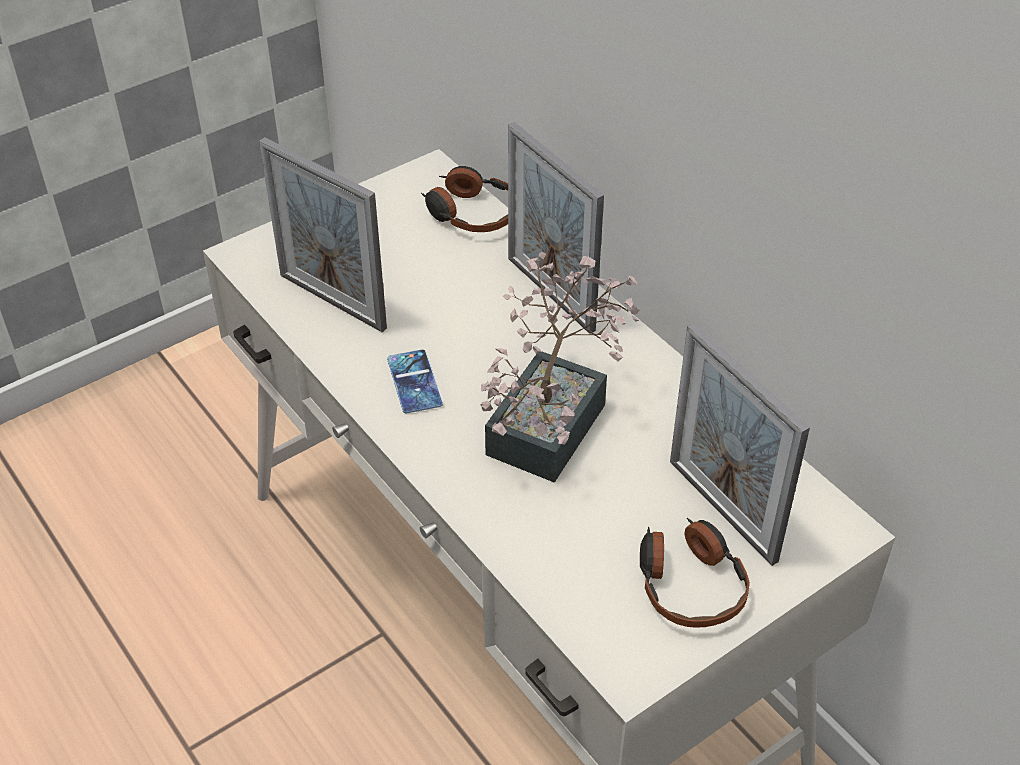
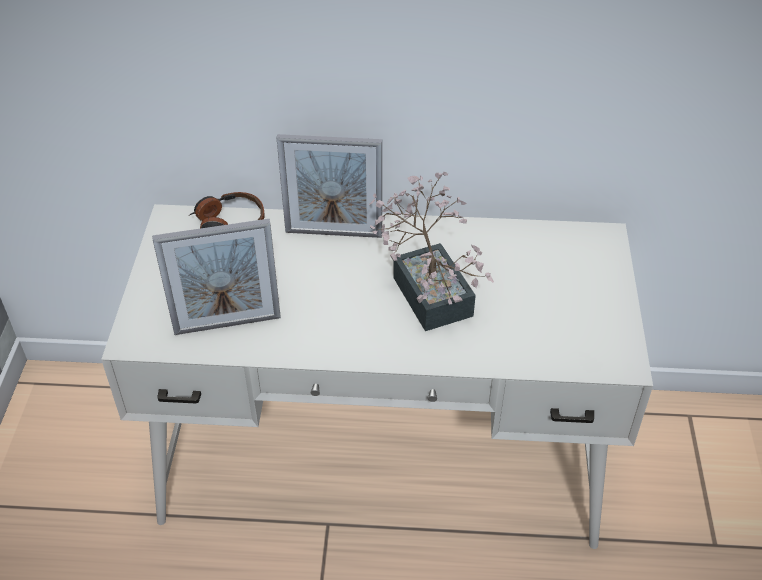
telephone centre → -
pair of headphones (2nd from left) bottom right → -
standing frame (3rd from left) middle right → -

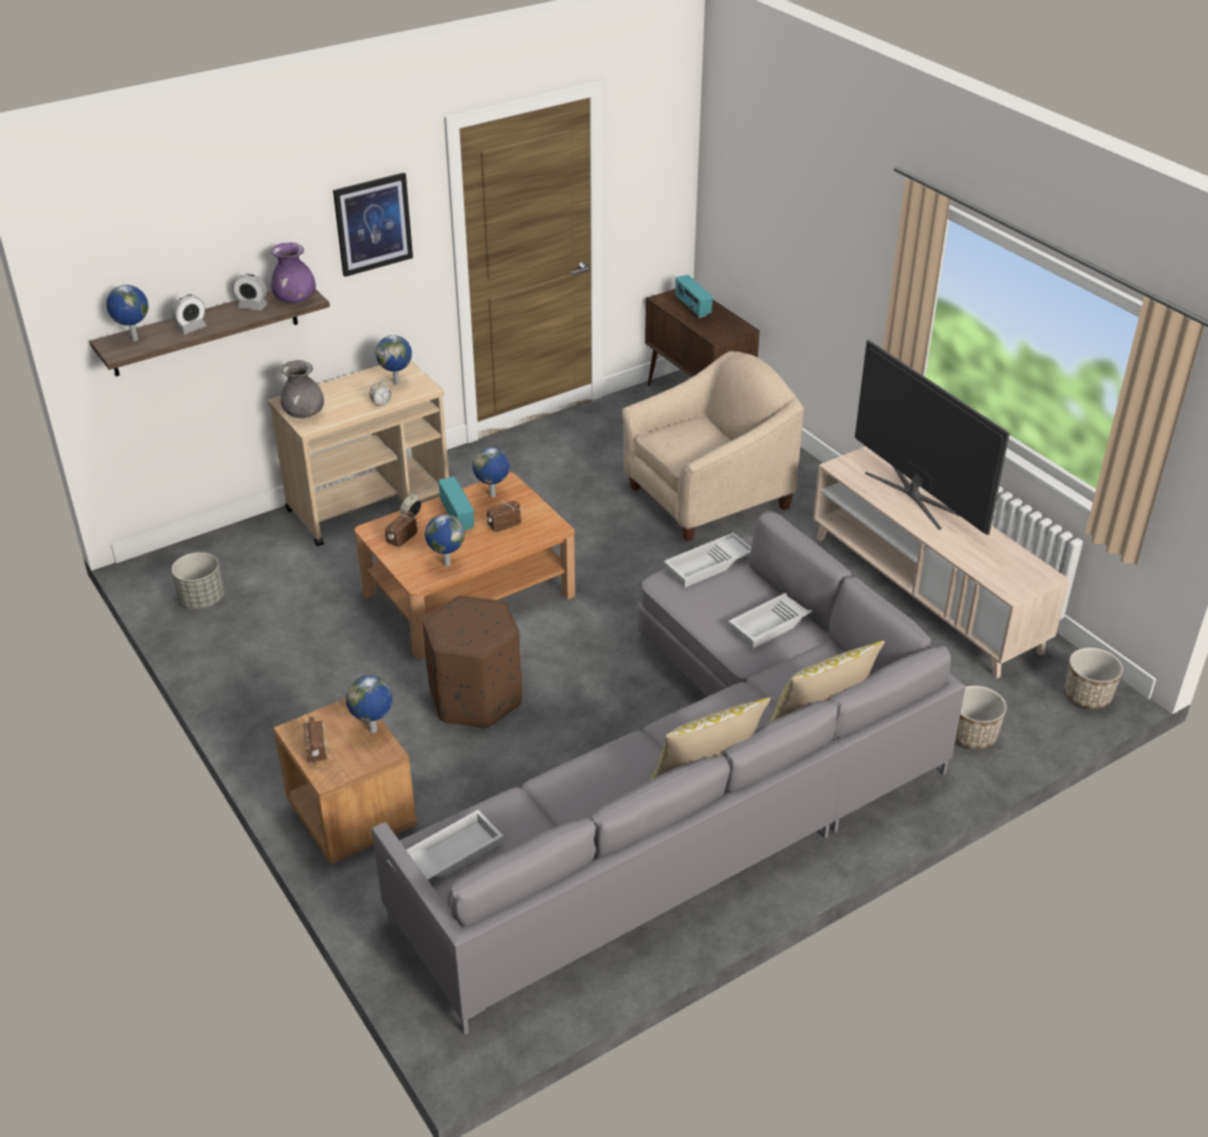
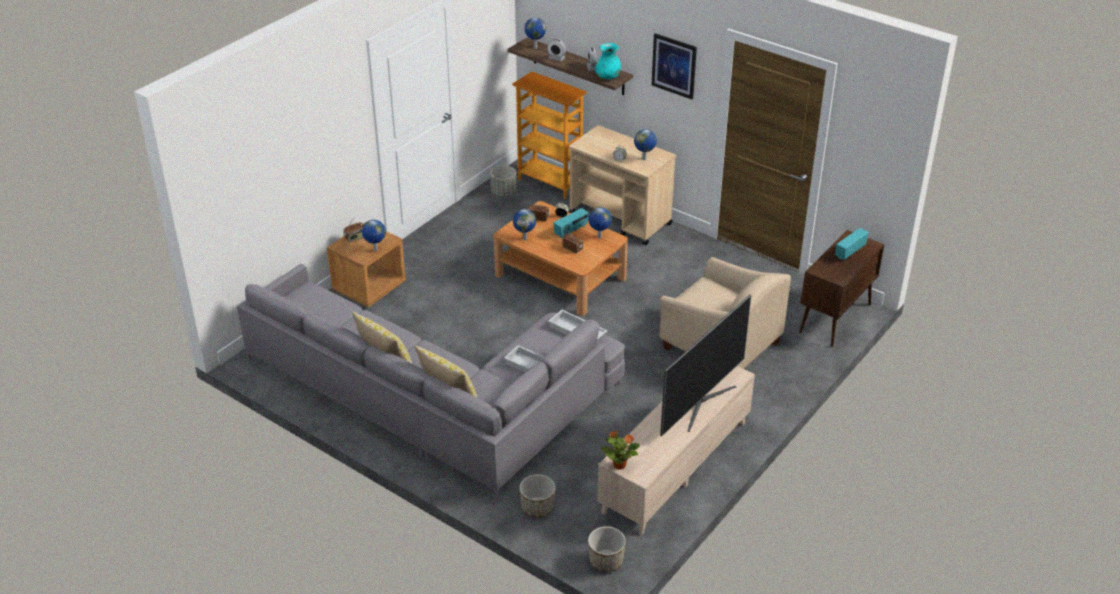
- → bookcase top centre
vase (purple-coloured) top left → vase (blue-green) top centre
- → potted plant bottom centre
vase (gray) middle left → -
serving tray (whitish) (1st from left) bottom centre → -
ottoman (brown) centre → -

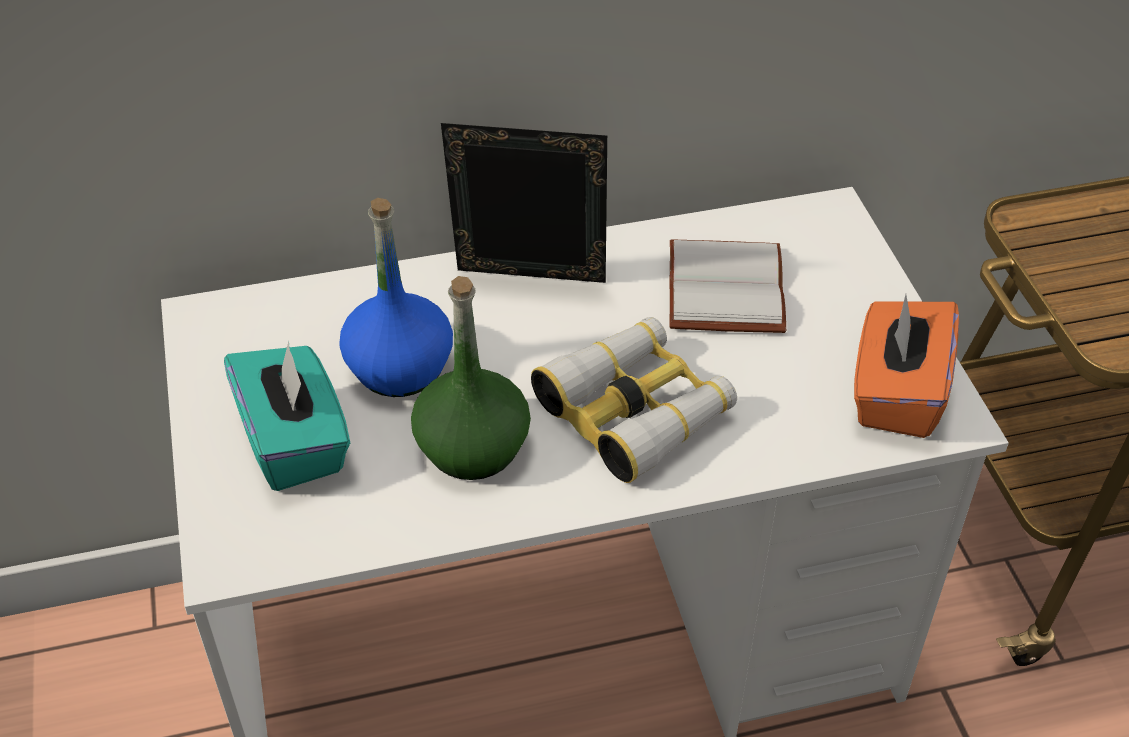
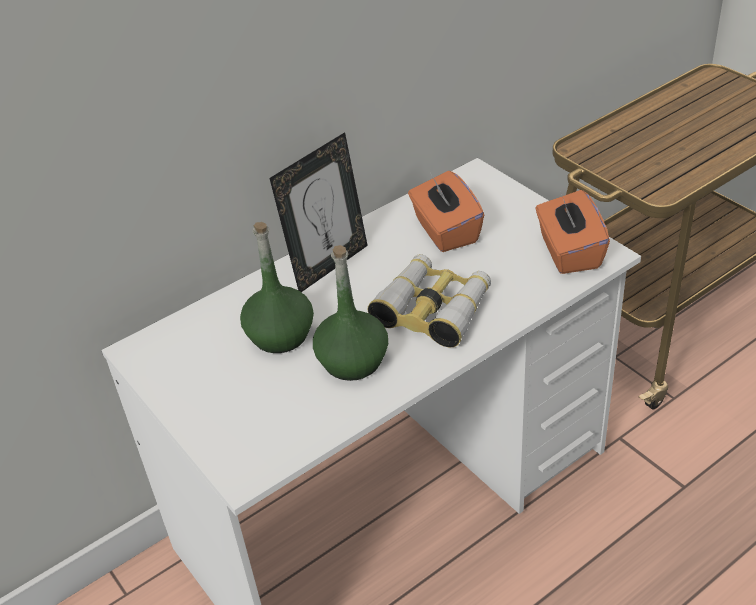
bottle (bluish) centre → bottle (green-coloured) (1st from left) centre
standing frame top centre → standing frame centre, 150 degrees clockwise
book (whitish) centre → tissue box (orange) (1st from left) centre
tissue box (blue-green) middle left → -

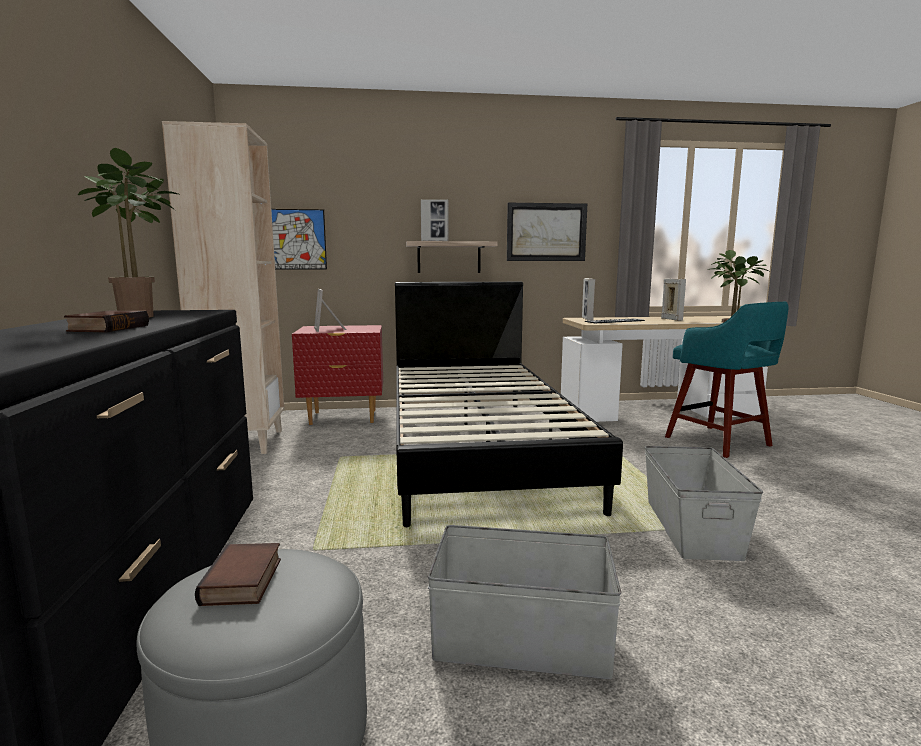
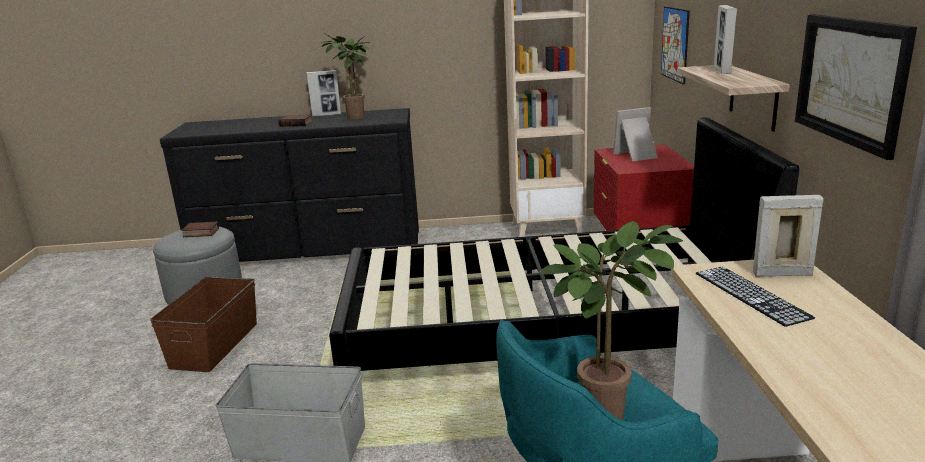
storage bin (gray) (1st from left) bottom centre → storage bin (brown) bottom left
standing frame (4th from left in the first image) middle right → standing frame (1st from left) top centre, moved

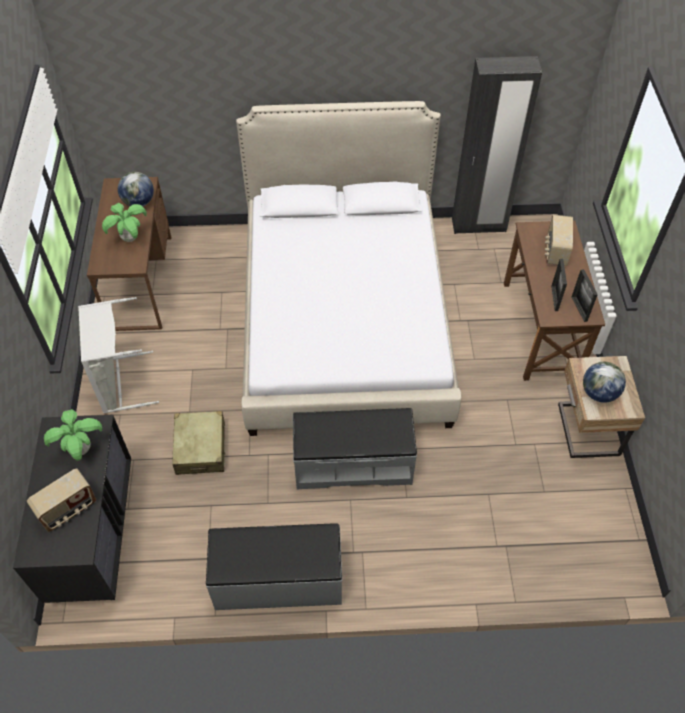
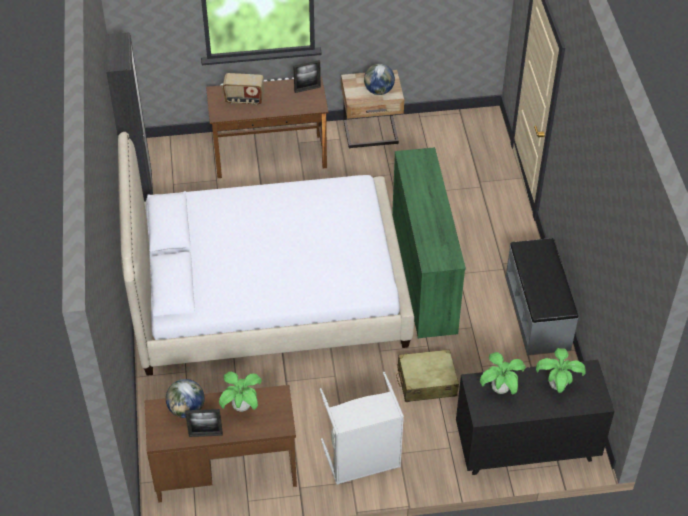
standing frame (1st from left) middle right → standing frame (1st from left) bottom left, moved
indoor bench (gray) (2nd from left) centre → chest of drawers (green-coloured) centre
radio set (1st from left) bottom left → potted plant (3rd from left) bottom right

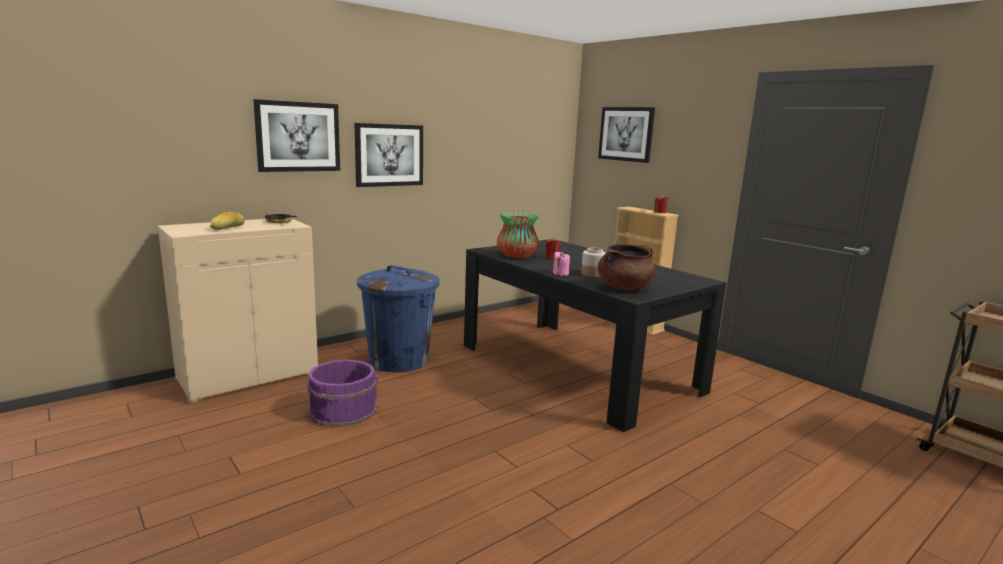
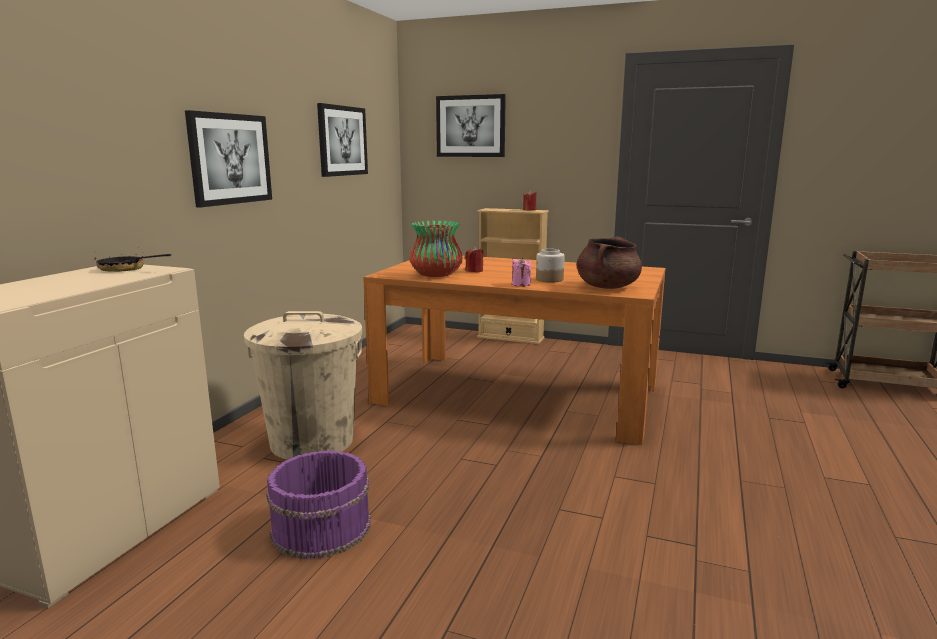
waste bin (bluish) centre → waste bin (sand-coloured) middle left
wall picture (1st from left in the first image) top left → wall picture (2nd from left) top centre, moved
dinner table (black) centre → dinner table (orange) centre
baked bread middle left → -

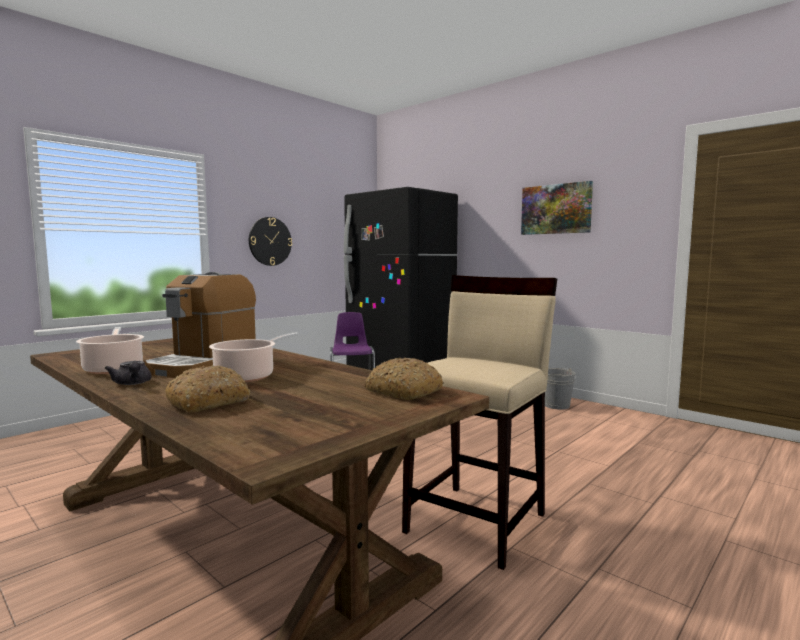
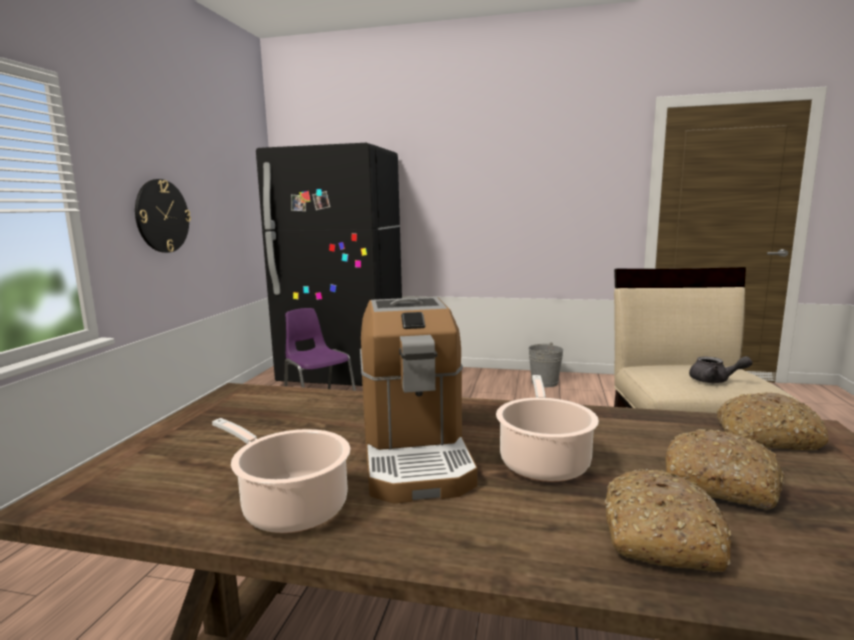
- → baked bread (2nd from left) bottom right
pot for tea (gray) middle left → pot for tea (gray) middle right, moved
wall picture top right → -

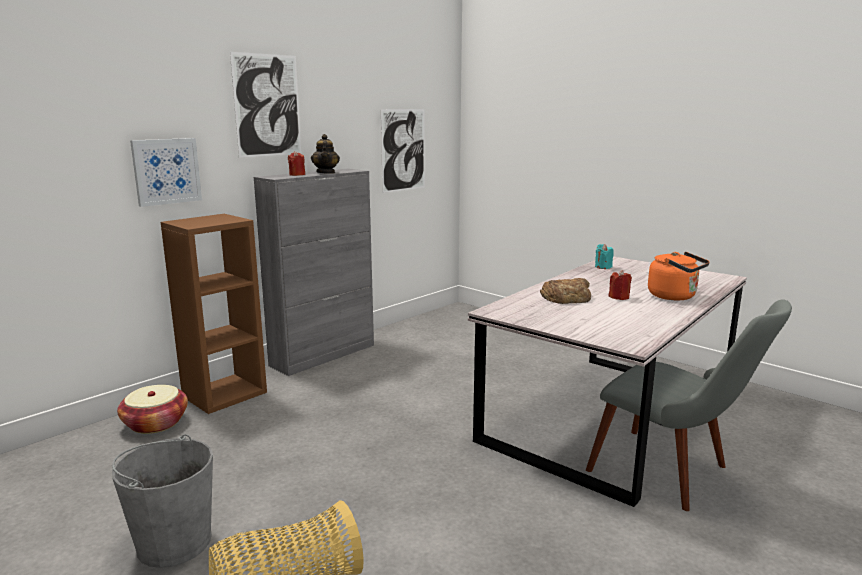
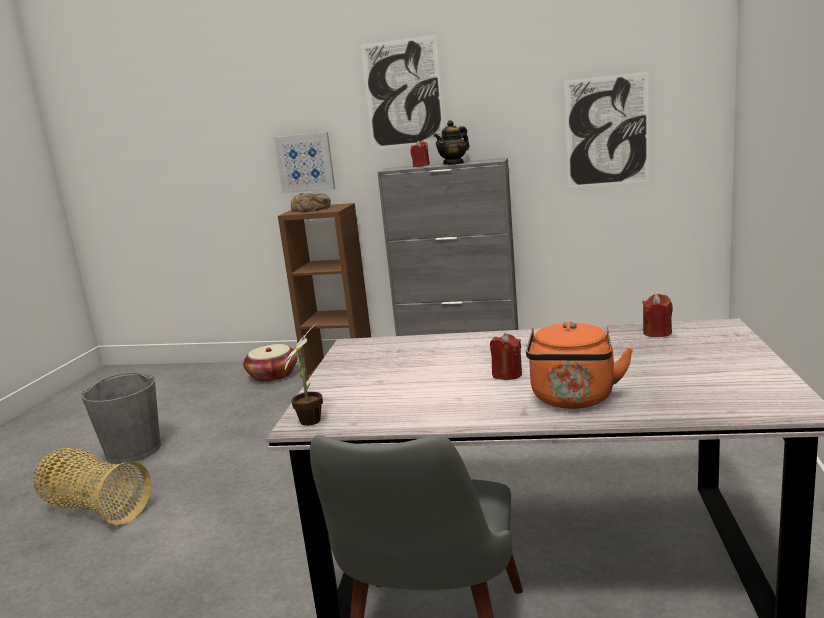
- → potted plant centre
baked bread centre → baked bread top centre, moved
wax candle (blue-green) middle right → wax candle (reddish) (3rd from left) middle right

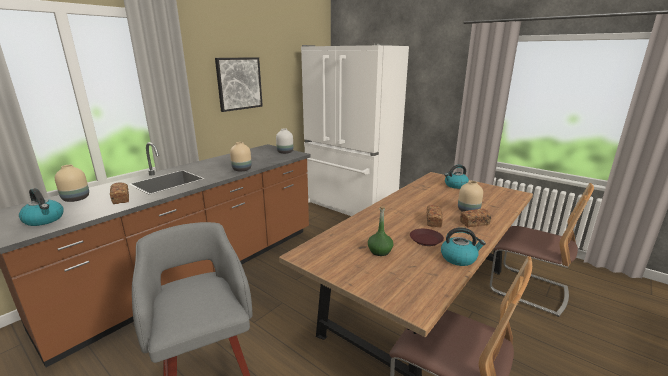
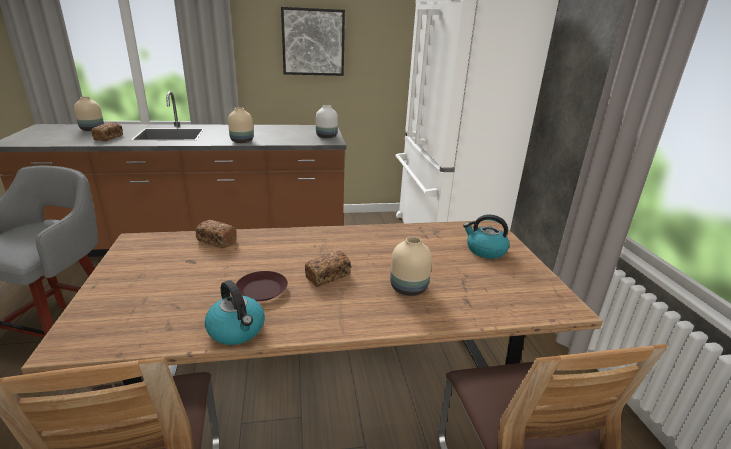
baked bread (3rd from left in the first image) middle right → baked bread (2nd from left) middle left, moved
tea kettle (1st from left) middle left → -
bottle (green-coloured) centre → -

